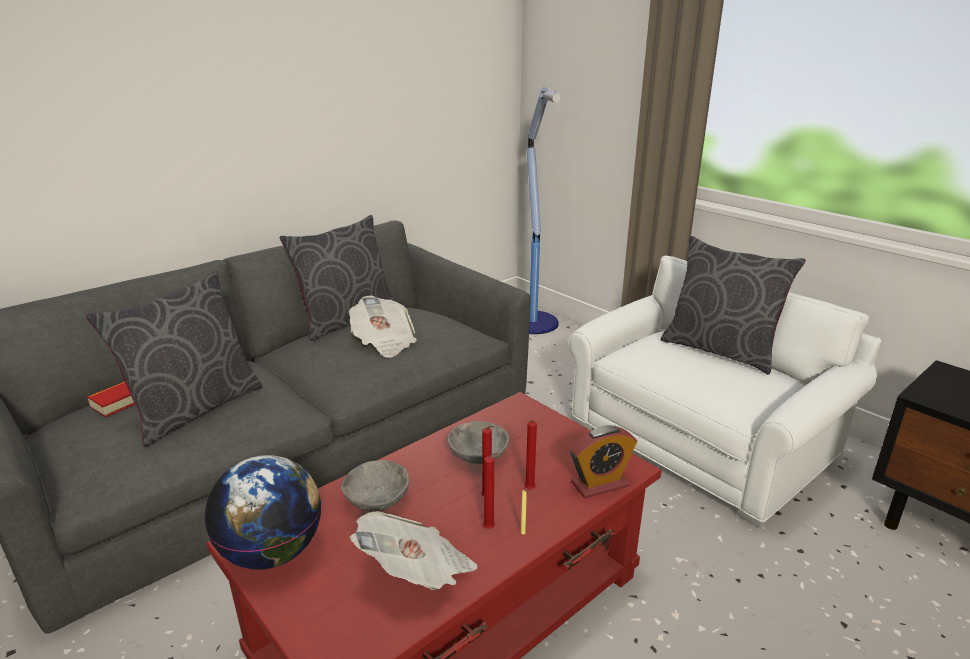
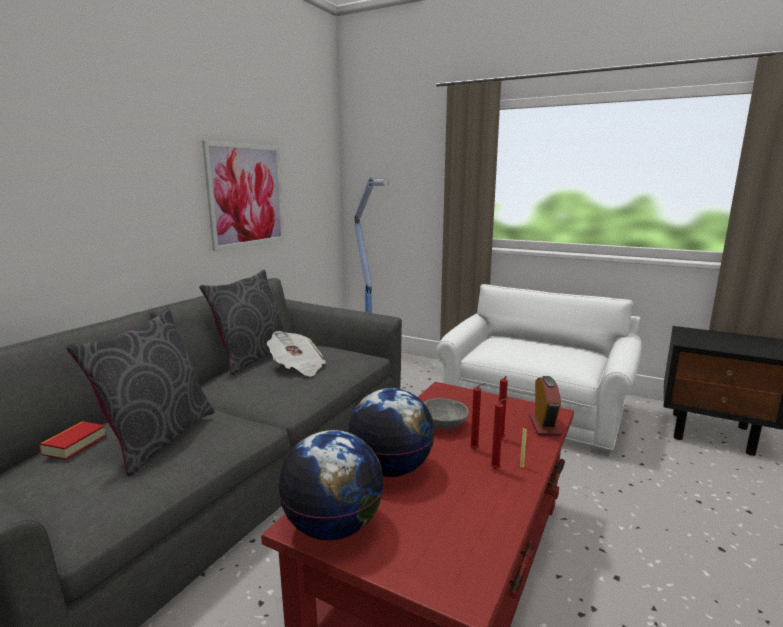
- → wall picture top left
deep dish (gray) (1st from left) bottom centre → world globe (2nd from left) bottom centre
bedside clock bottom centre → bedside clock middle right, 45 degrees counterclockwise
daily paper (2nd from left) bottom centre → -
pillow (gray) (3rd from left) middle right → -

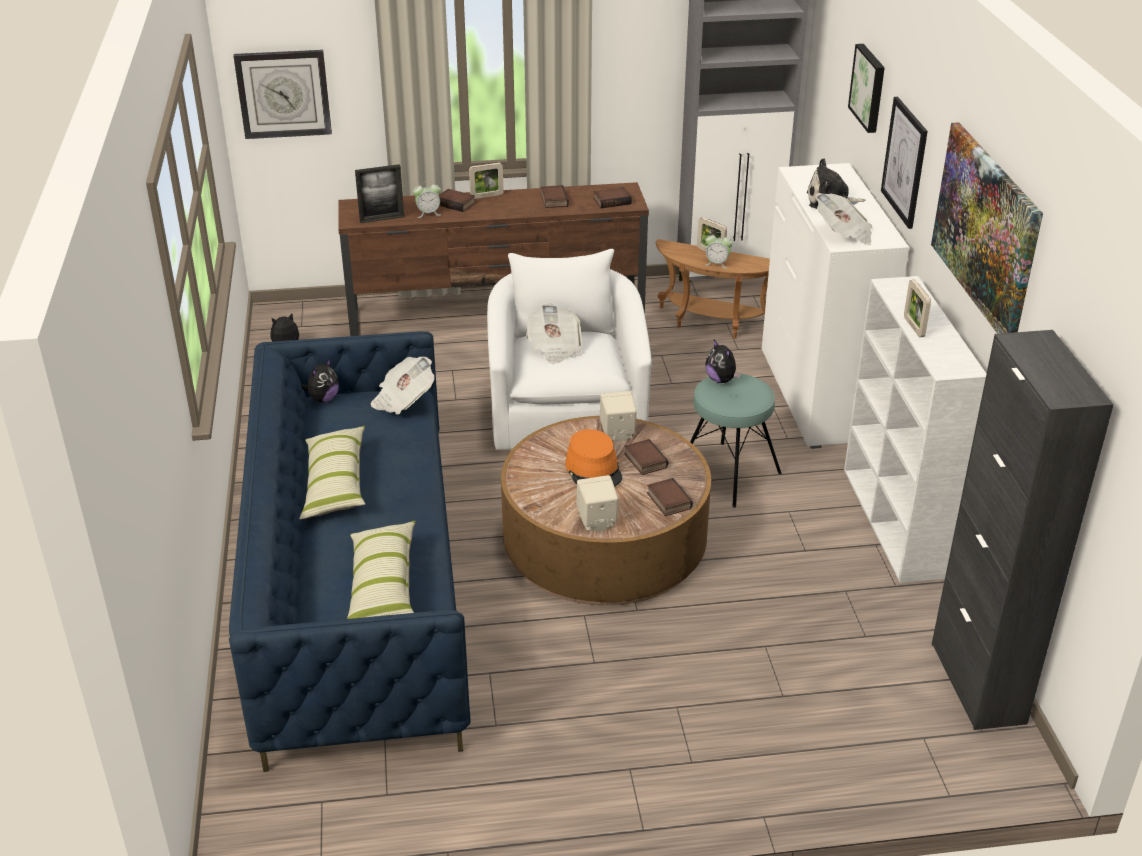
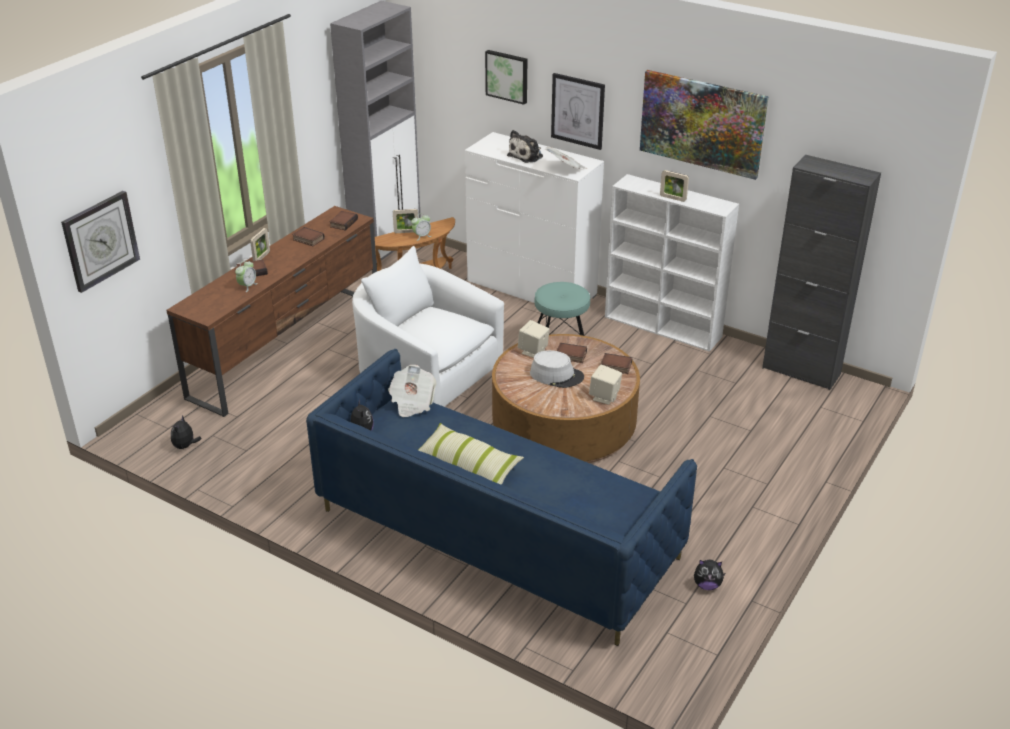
hat (orange) centre → hat (gray) centre
soft toy (3rd from left in the first image) centre → soft toy (4th from left) bottom right, moved
pillow (2nd from left) centre → -
standing frame (1st from left) top left → -
daily paper (2nd from left) centre → -

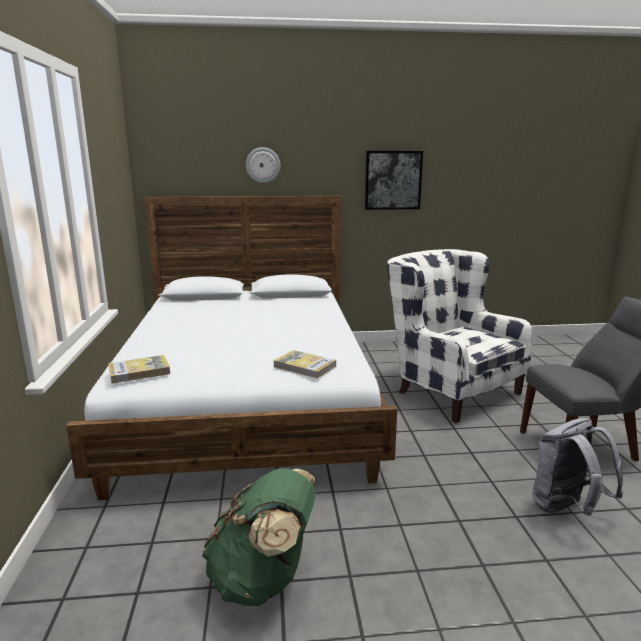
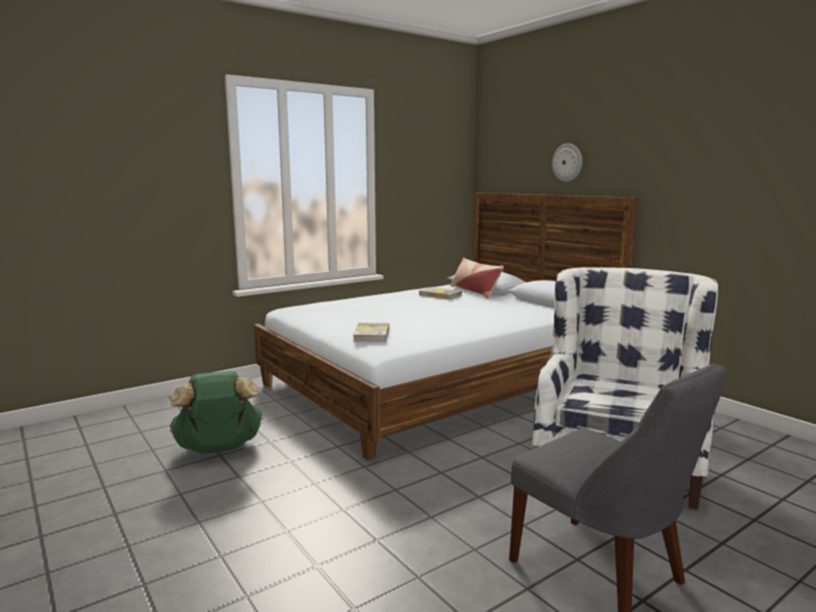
book (1st from left in the first image) middle left → book (2nd from left) centre, moved
- → pillow centre
wall picture top centre → -
backpack (gray) bottom right → -

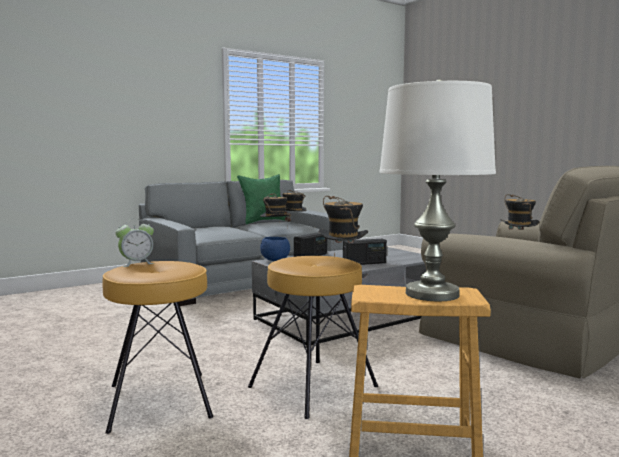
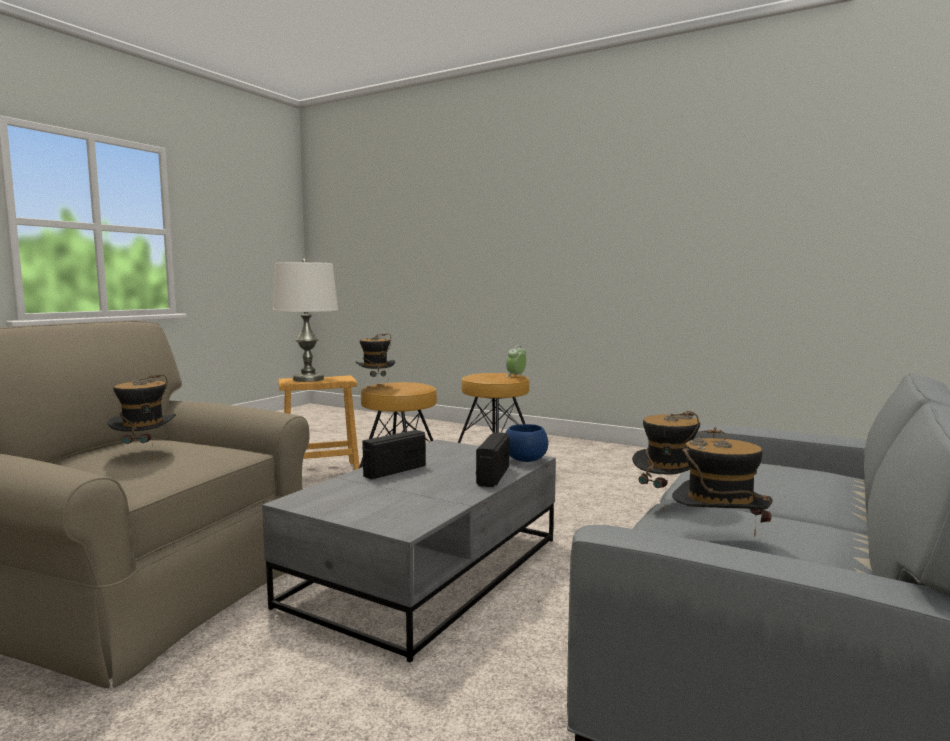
pillow (green-coloured) centre → -

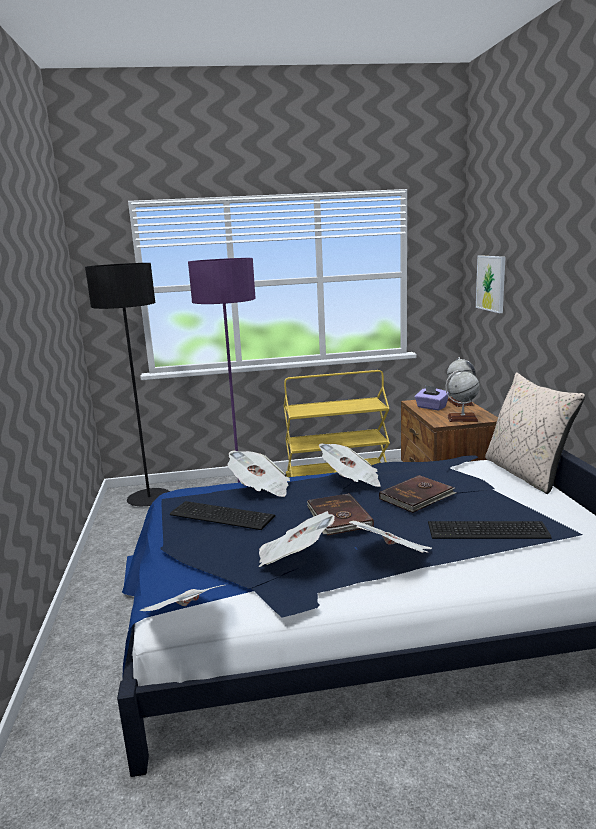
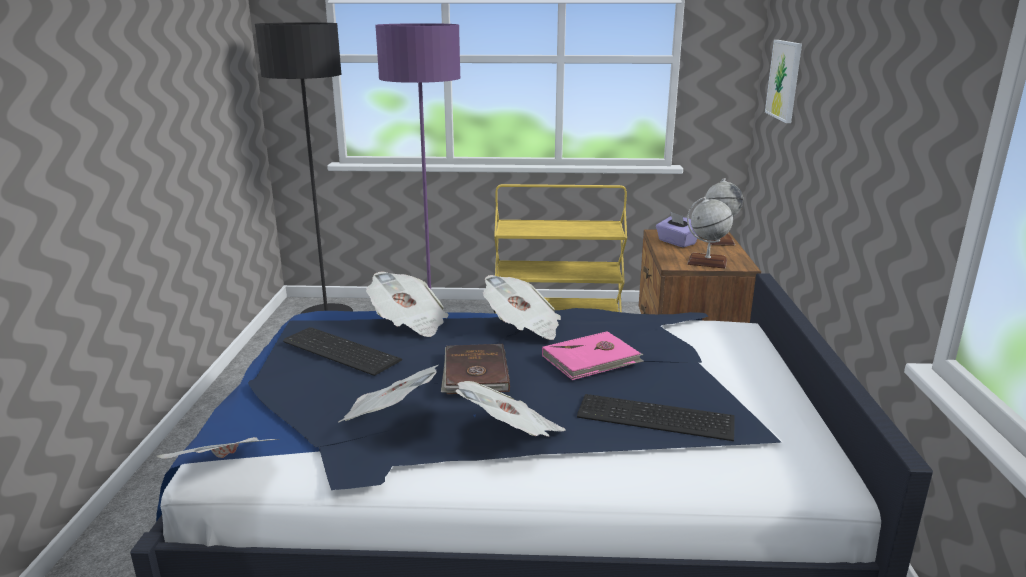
book (brown) (2nd from left) middle right → book (pink) centre
pillow (sand-coloured) middle right → -

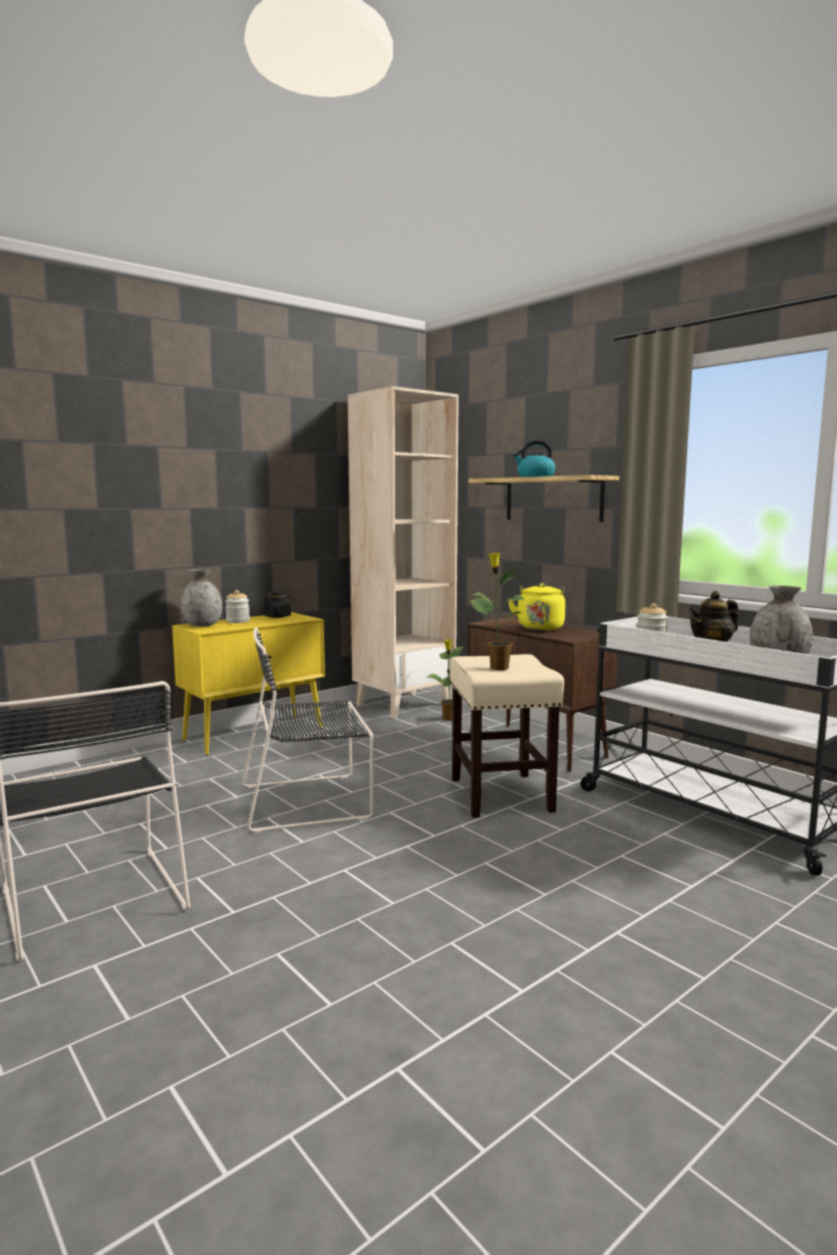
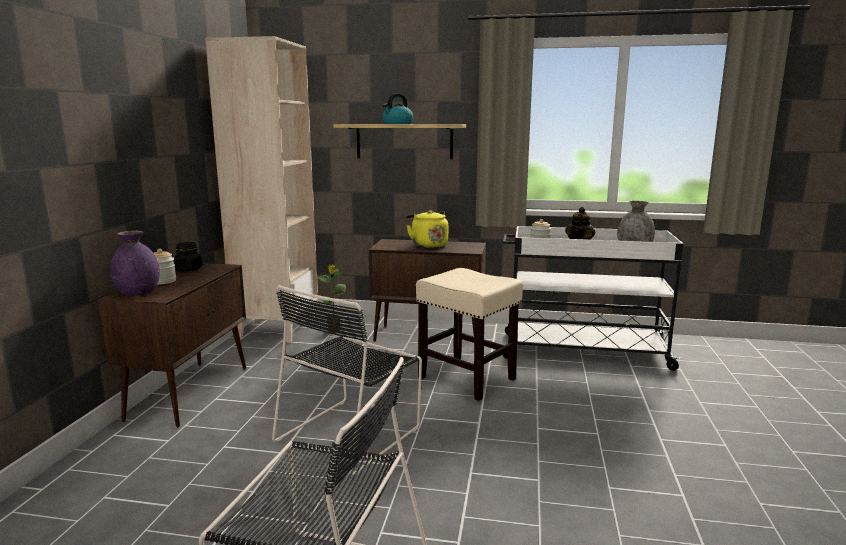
storage cabinet (yellow) middle left → storage cabinet (brown) (1st from left) middle left
vase (gray) (1st from left) middle left → vase (purple-coloured) middle left
potted plant (2nd from left) centre → -

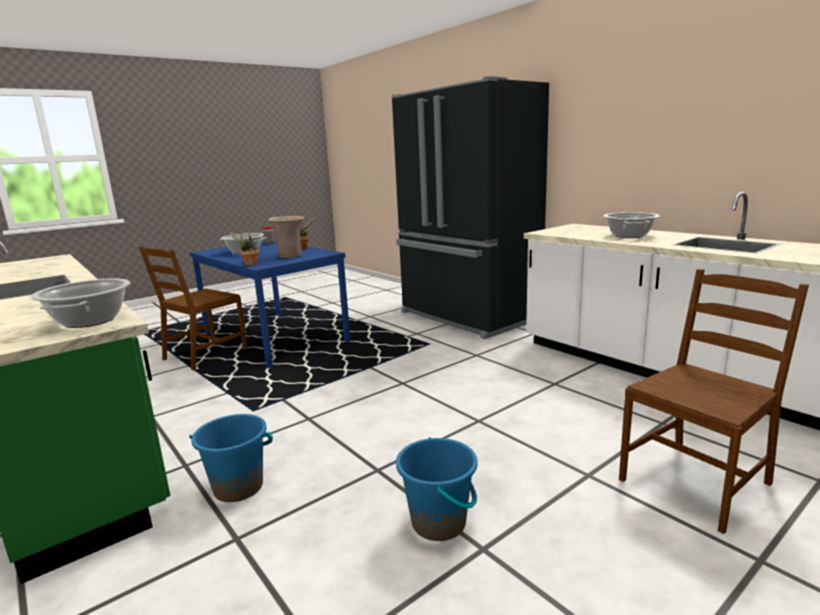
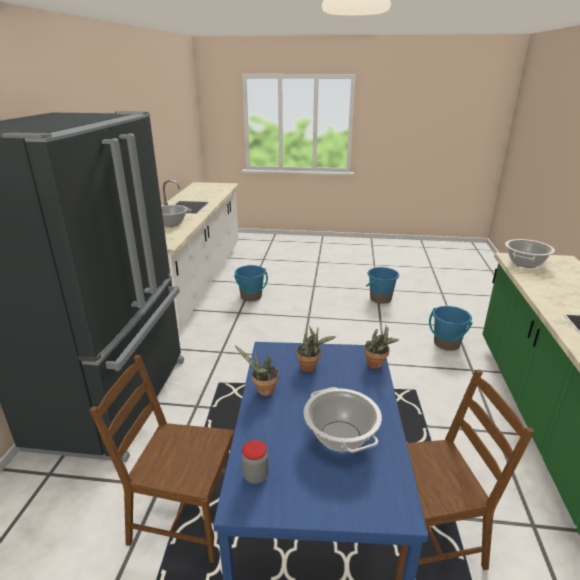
upright chair (brown) (2nd from left in the first image) middle right → upright chair (brown) (1st from left) bottom left, moved
- → pail (bluish) (1st from left) centre
vase (sand-coloured) centre → potted plant (2nd from left) centre

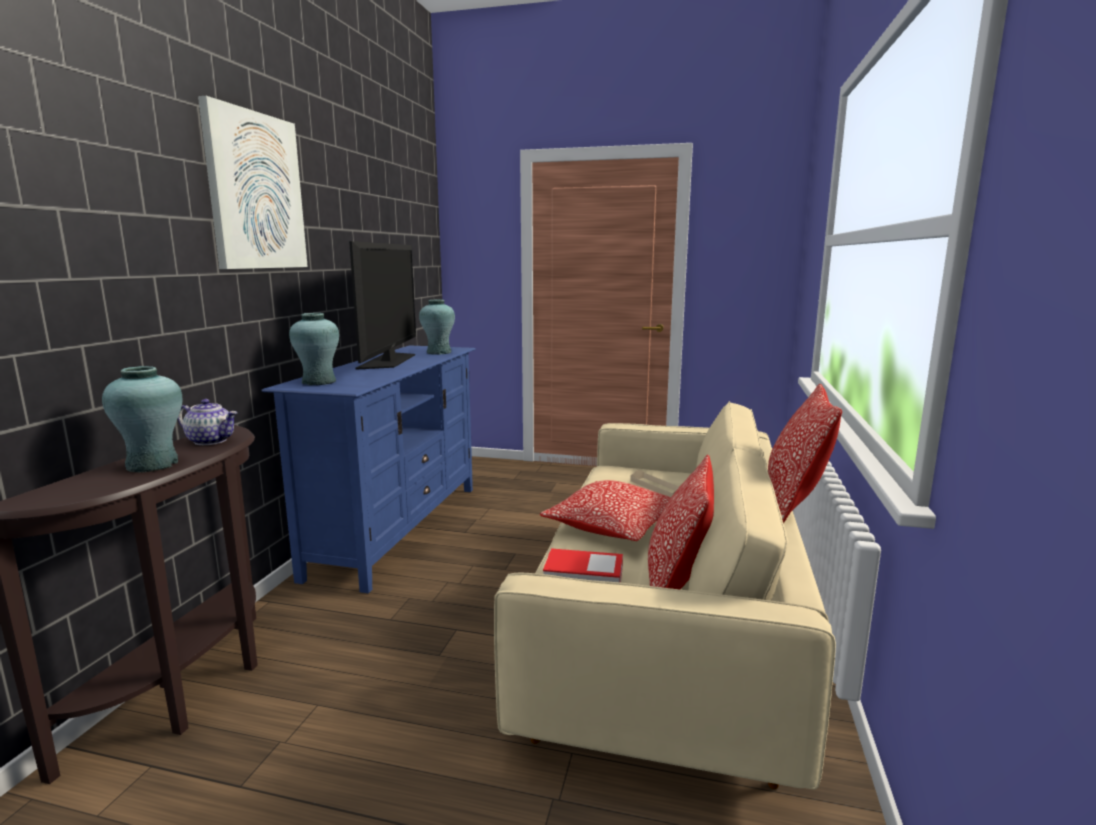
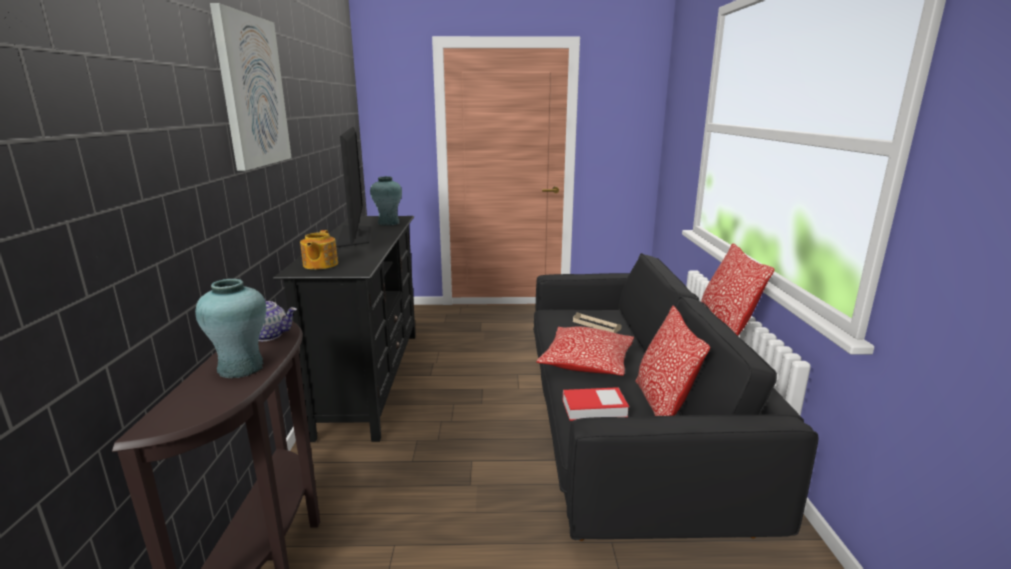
media console (bluish) centre → media console (black) centre
vase (blue-green) (2nd from left) middle left → pot for tea (2nd from left) middle left
settee (sand-coloured) bottom centre → settee (black) bottom right

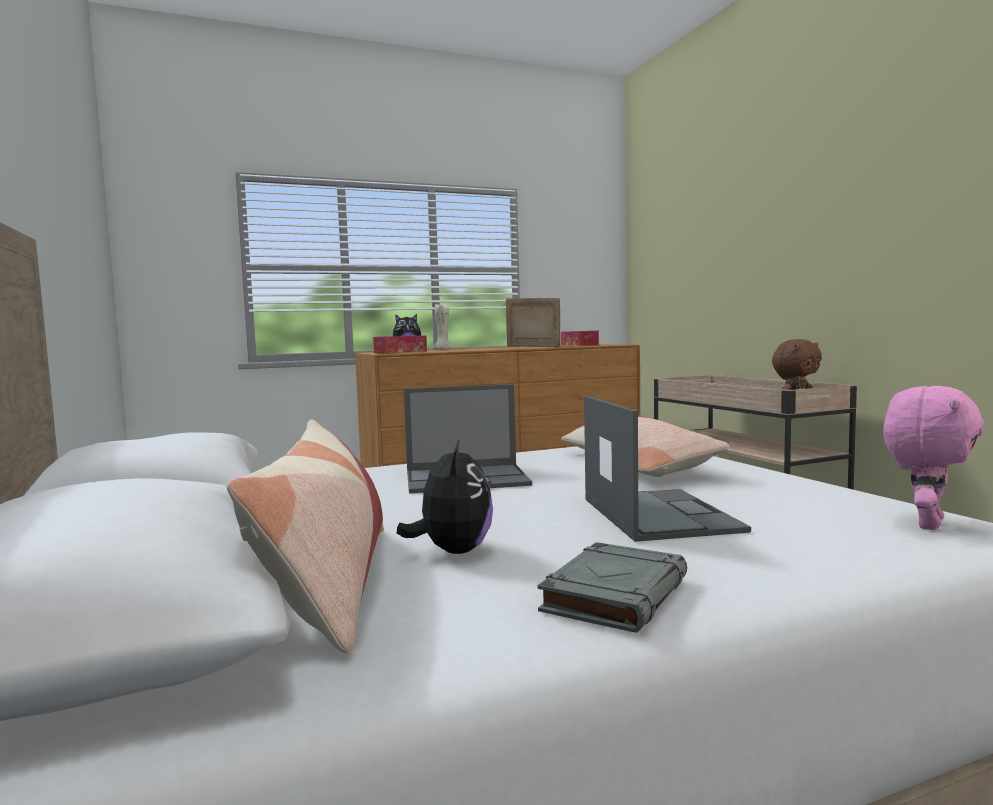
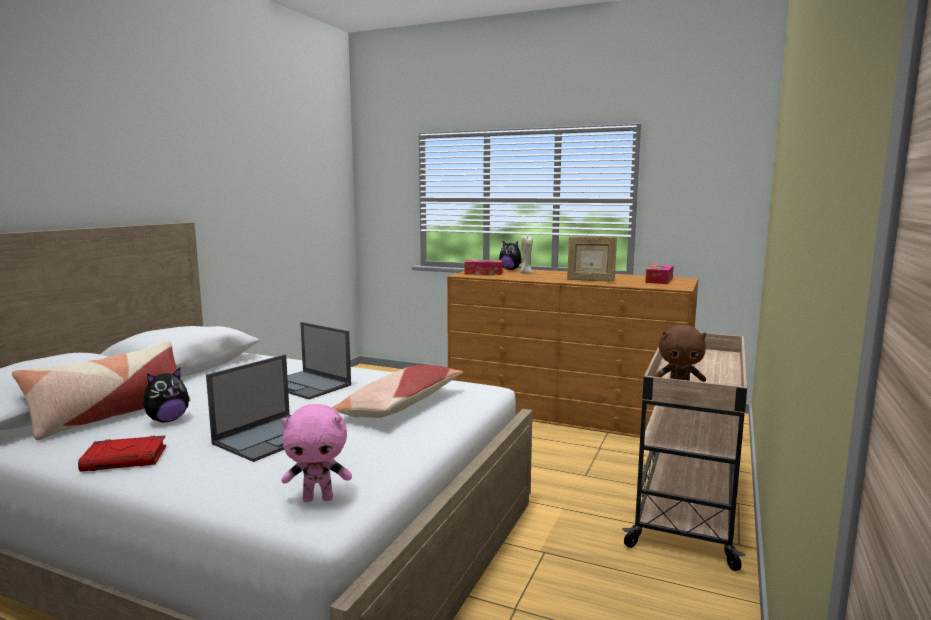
book (gray) bottom centre → book (reddish) bottom left
standing frame centre, 150 degrees clockwise

